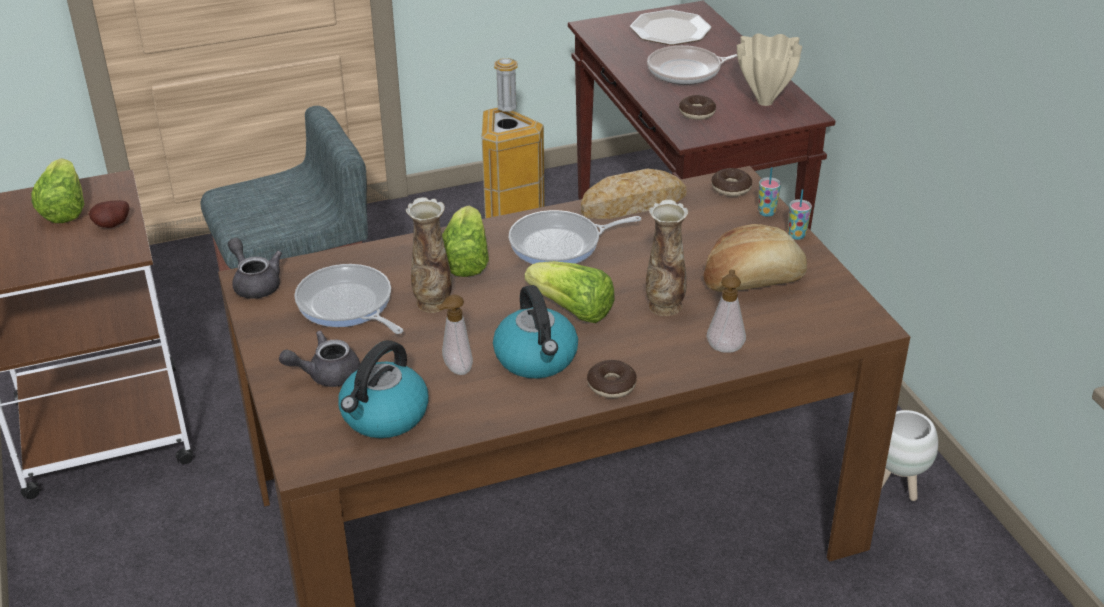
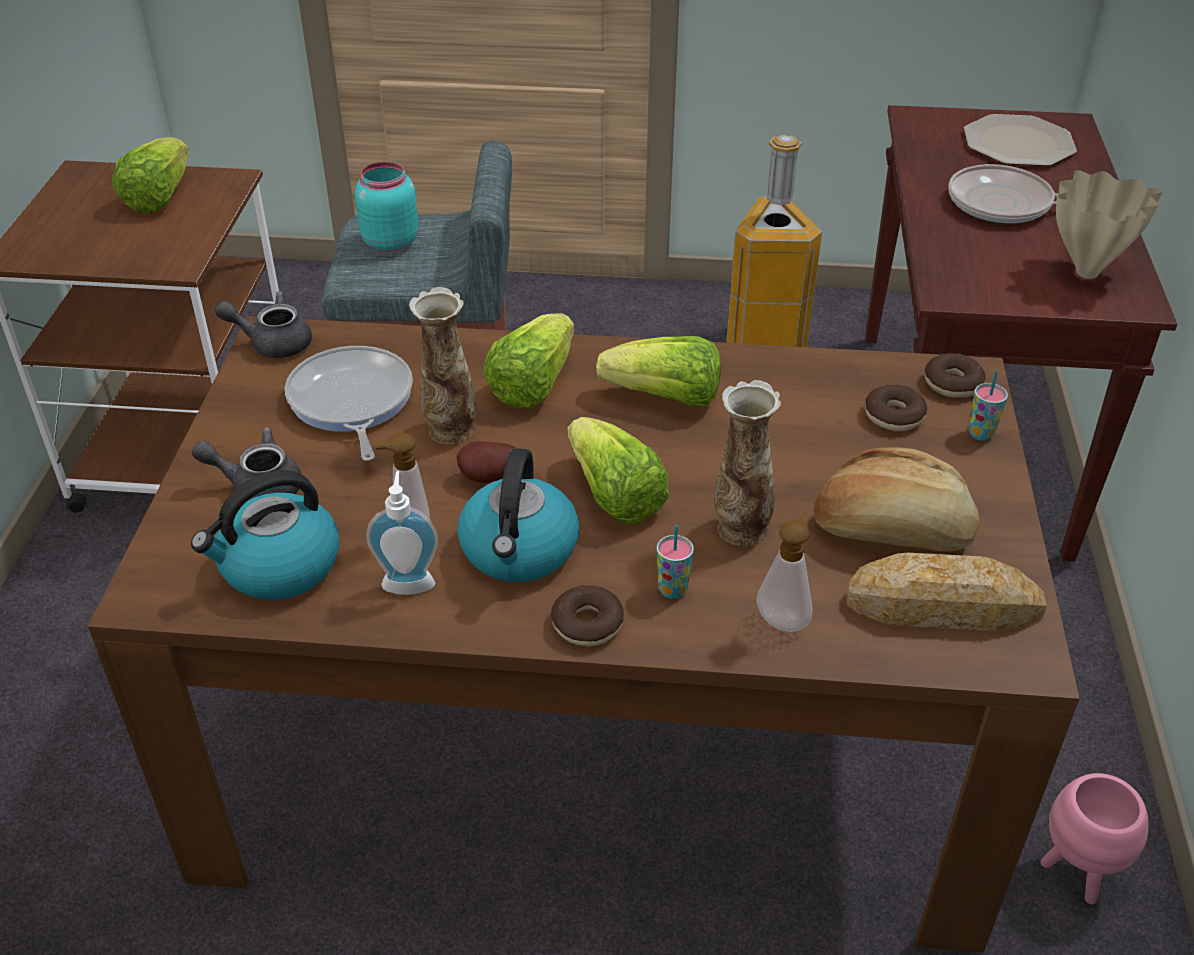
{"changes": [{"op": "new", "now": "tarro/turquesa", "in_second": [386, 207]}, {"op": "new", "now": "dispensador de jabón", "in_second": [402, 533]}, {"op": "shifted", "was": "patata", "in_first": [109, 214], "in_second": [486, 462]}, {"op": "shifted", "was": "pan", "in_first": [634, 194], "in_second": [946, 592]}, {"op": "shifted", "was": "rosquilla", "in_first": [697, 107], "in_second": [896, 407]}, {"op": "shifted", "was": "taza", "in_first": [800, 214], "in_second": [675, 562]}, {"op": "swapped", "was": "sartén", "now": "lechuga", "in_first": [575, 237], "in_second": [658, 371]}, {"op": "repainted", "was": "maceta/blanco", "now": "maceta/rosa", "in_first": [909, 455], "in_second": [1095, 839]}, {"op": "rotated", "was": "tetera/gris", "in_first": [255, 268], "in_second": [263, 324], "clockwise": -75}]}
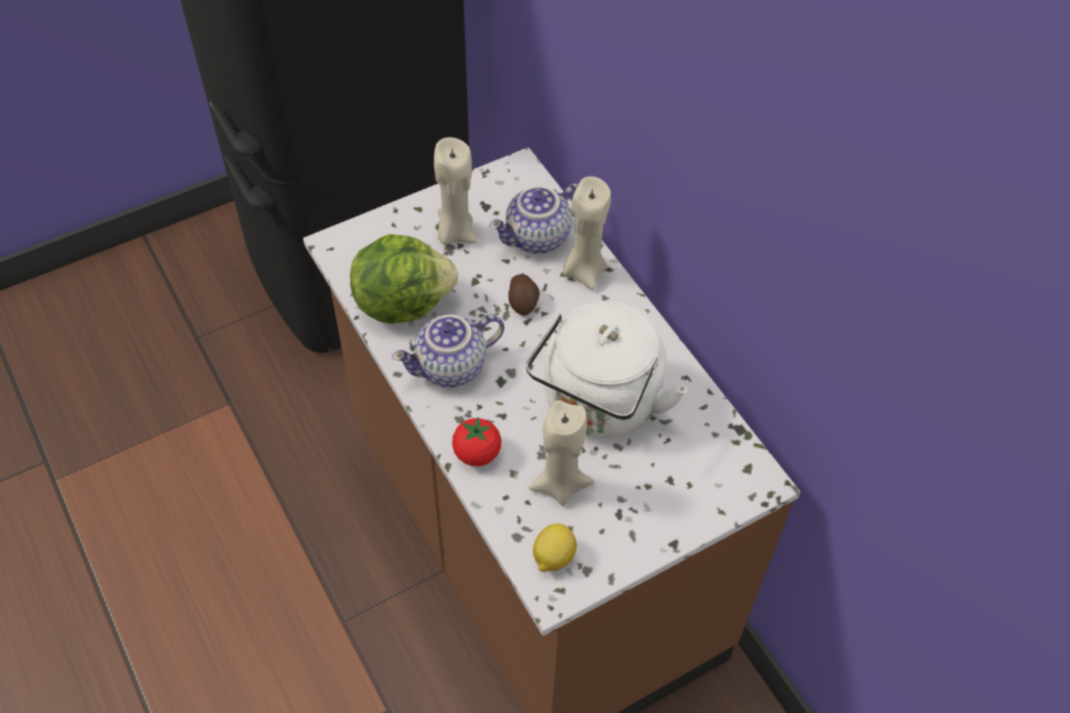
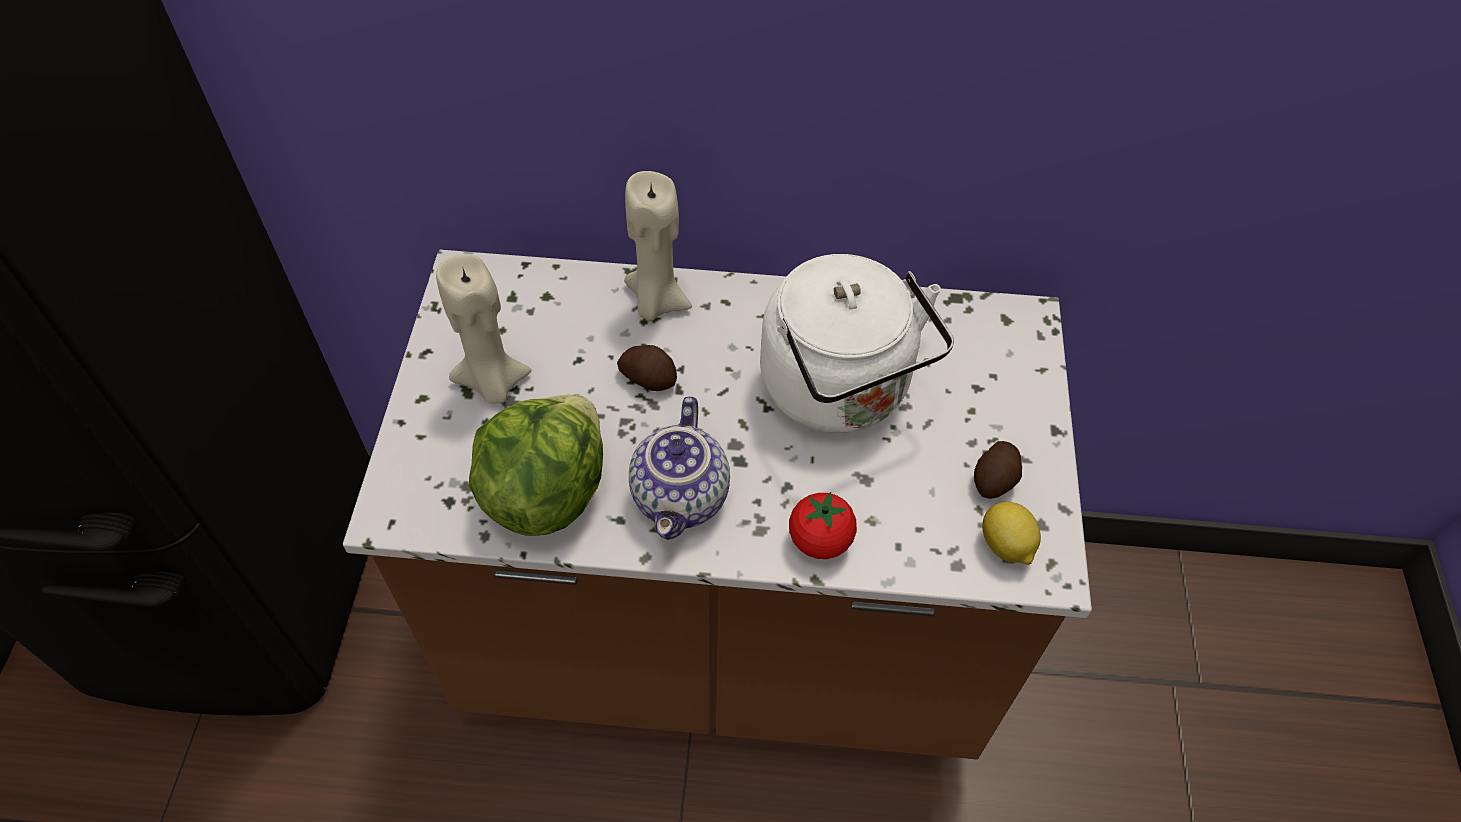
{"changes": [{"op": "gone", "was": "tetera", "in_first": [533, 218]}, {"op": "gone", "was": "vela/beis", "in_first": [561, 453]}, {"op": "new", "now": "patata", "in_second": [998, 470]}]}
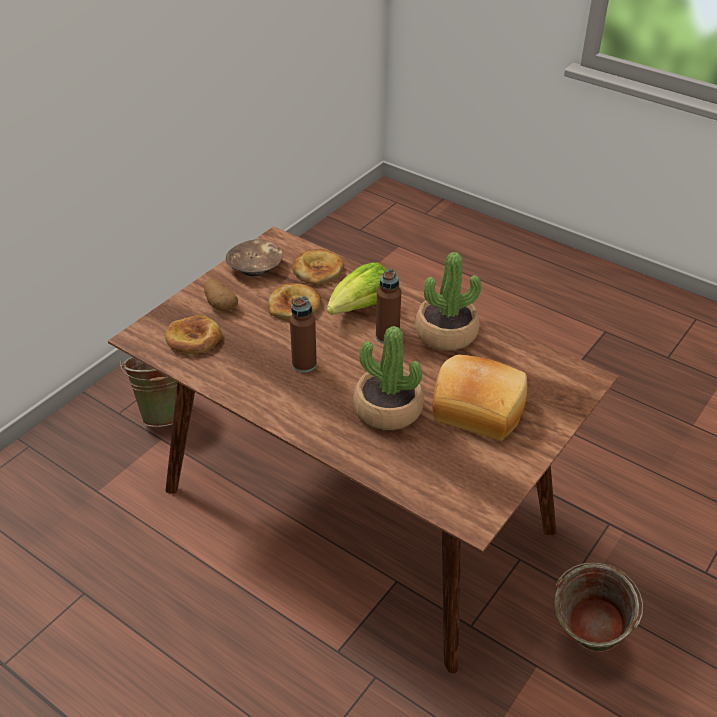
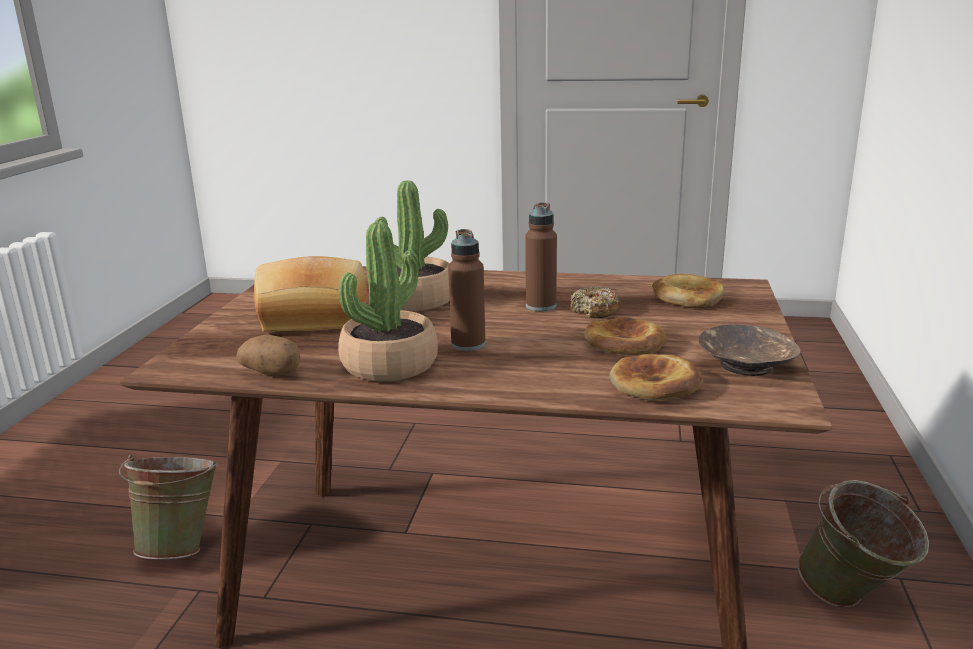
{"changes": [{"op": "gone", "was": "lechuga", "in_first": [357, 288]}, {"op": "new", "now": "rosquilla", "in_second": [595, 302]}, {"op": "shifted", "was": "patata", "in_first": [221, 295], "in_second": [268, 355]}]}
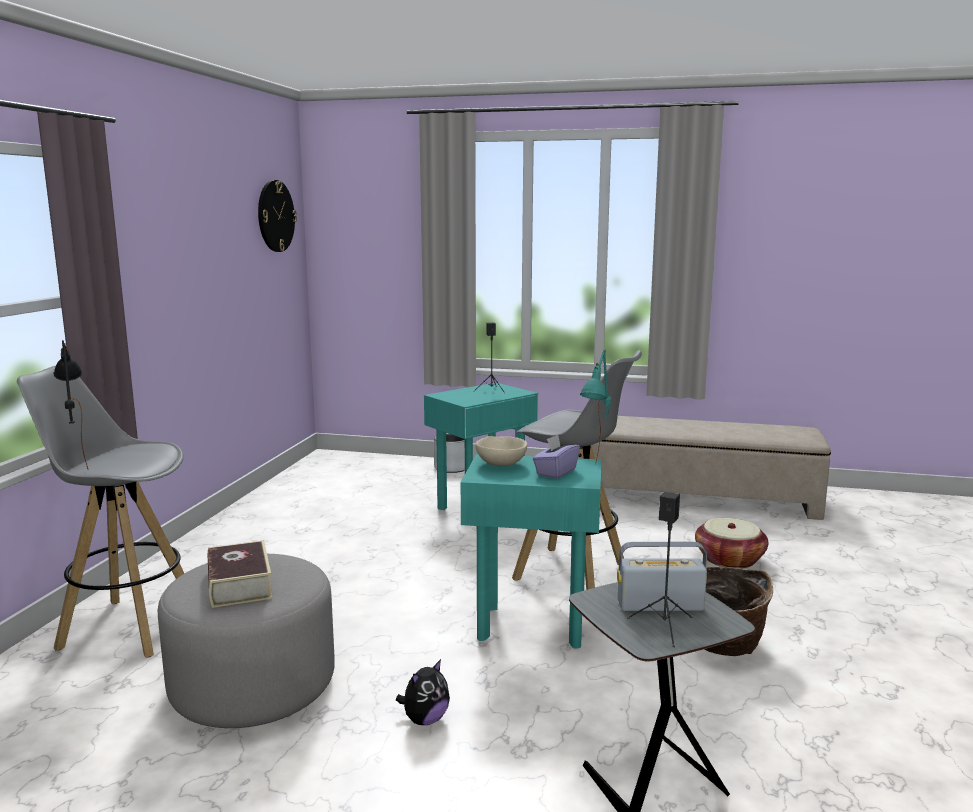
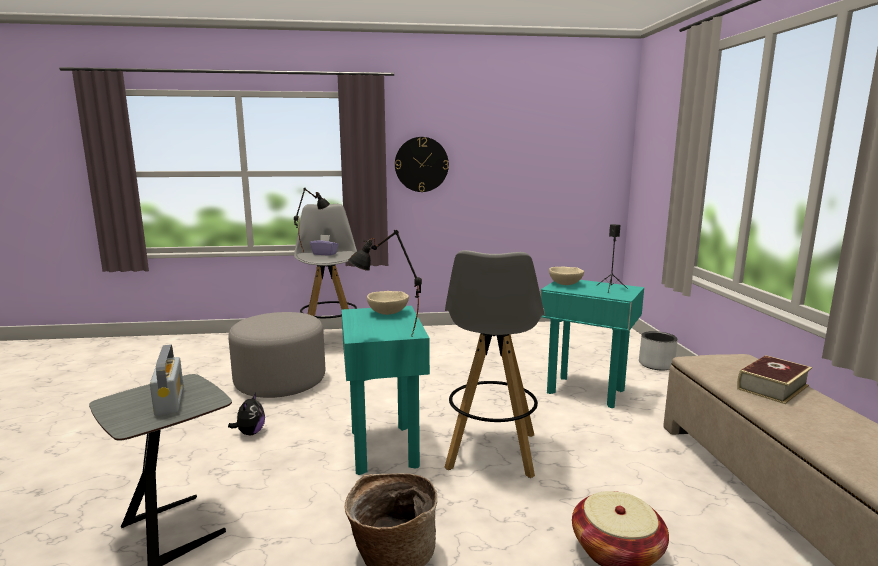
{"changes": [{"op": "gone", "was": "altavoz/negro", "in_first": [659, 569]}, {"op": "new", "now": "cuenco/beis", "in_second": [566, 276]}, {"op": "shifted", "was": "libro", "in_first": [240, 574], "in_second": [774, 379]}, {"op": "shifted", "was": "reloj de pared", "in_first": [277, 216], "in_second": [422, 164]}, {"op": "shifted", "was": "caja de pañuelos/morado", "in_first": [556, 456], "in_second": [324, 245]}, {"op": "repainted", "was": "lámpara de mesa/turquesa", "now": "lámpara de mesa/negro", "in_first": [596, 406], "in_second": [385, 283]}, {"op": "rotated", "was": "peluche", "in_first": [423, 692], "in_second": [246, 414], "clockwise": -105}]}
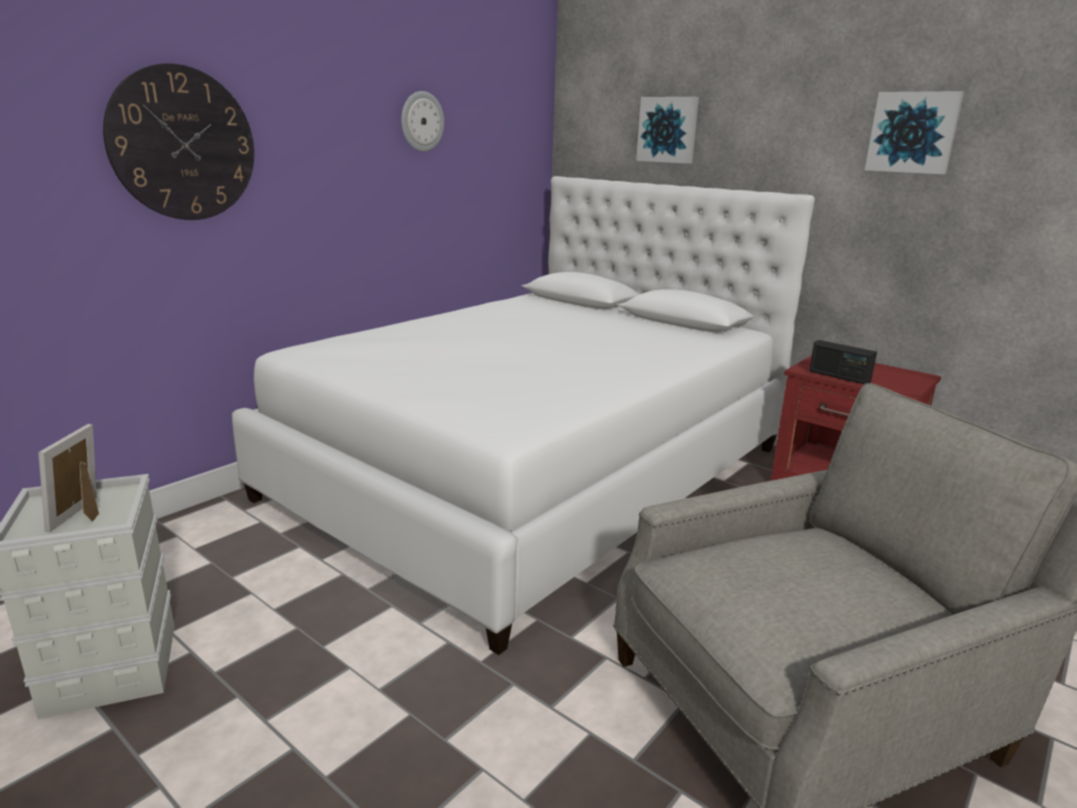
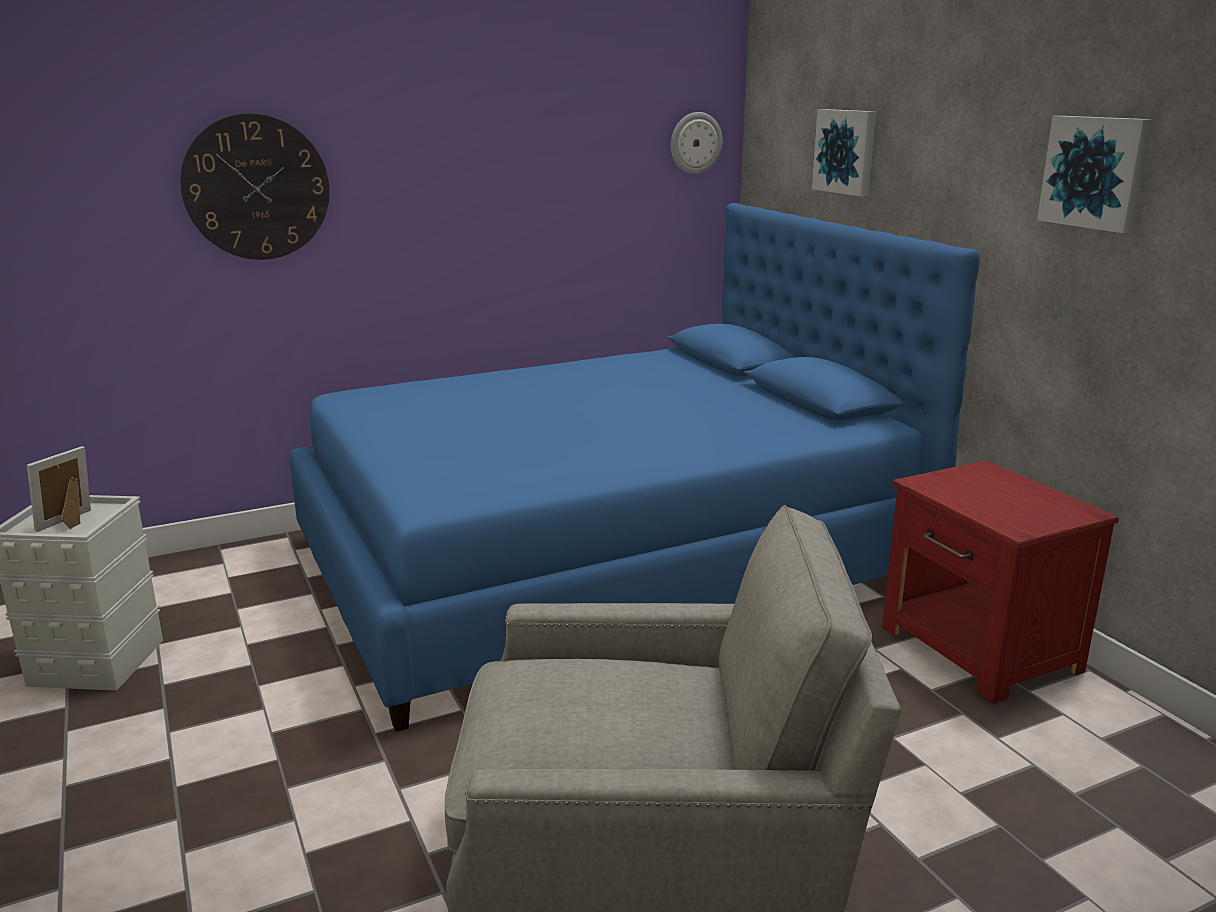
{"changes": [{"op": "gone", "was": "radio", "in_first": [843, 362]}, {"op": "shifted", "was": "reloj de pared", "in_first": [422, 121], "in_second": [696, 143]}, {"op": "repainted", "was": "cama/blanco", "now": "cama/azul", "in_first": [523, 415], "in_second": [635, 467]}]}
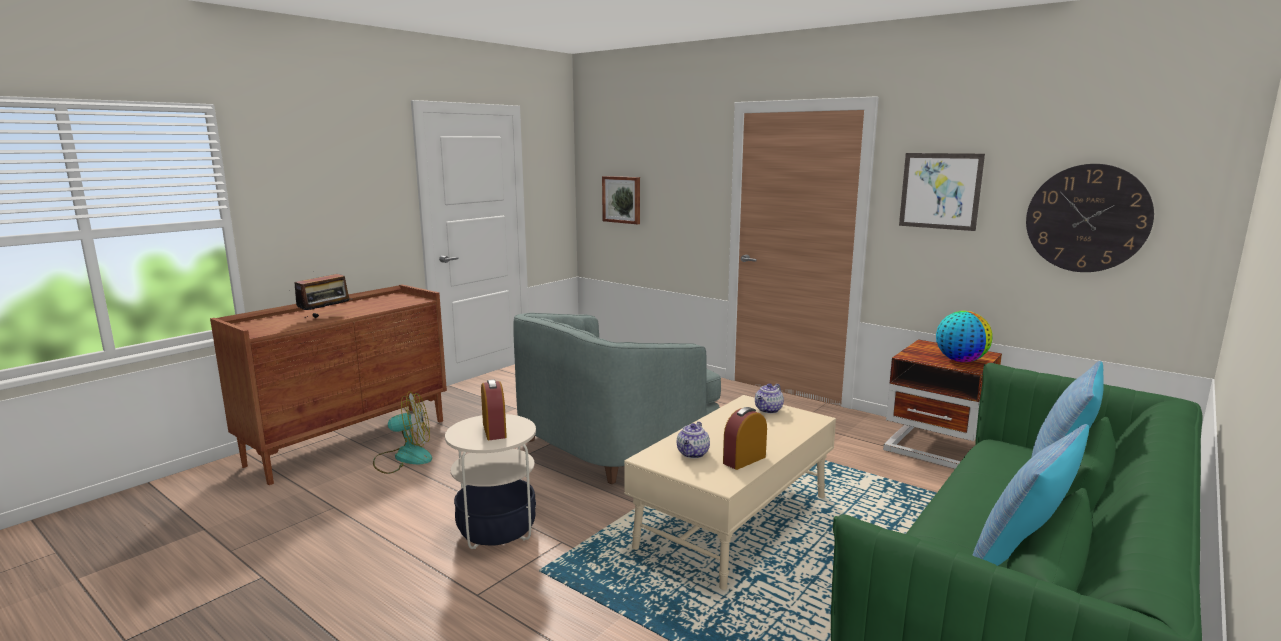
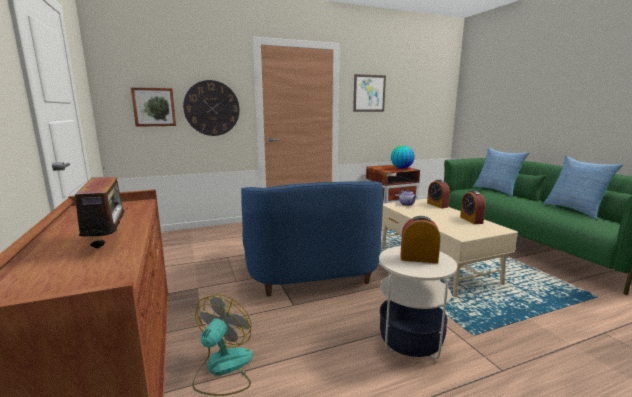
{"changes": [{"op": "gone", "was": "tetera", "in_first": [693, 440]}, {"op": "new", "now": "despertador", "in_second": [438, 194]}, {"op": "shifted", "was": "reloj de pared", "in_first": [1090, 218], "in_second": [211, 108]}, {"op": "repainted", "was": "sillón/gris", "now": "sillón/azul", "in_first": [617, 398], "in_second": [312, 238]}]}
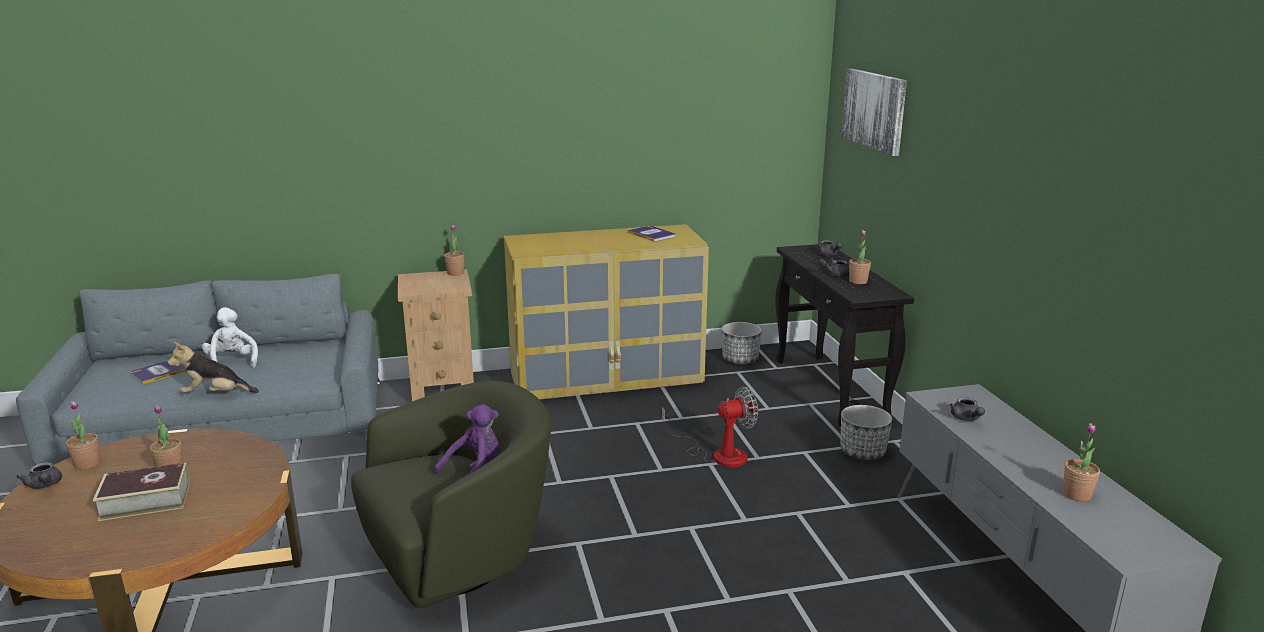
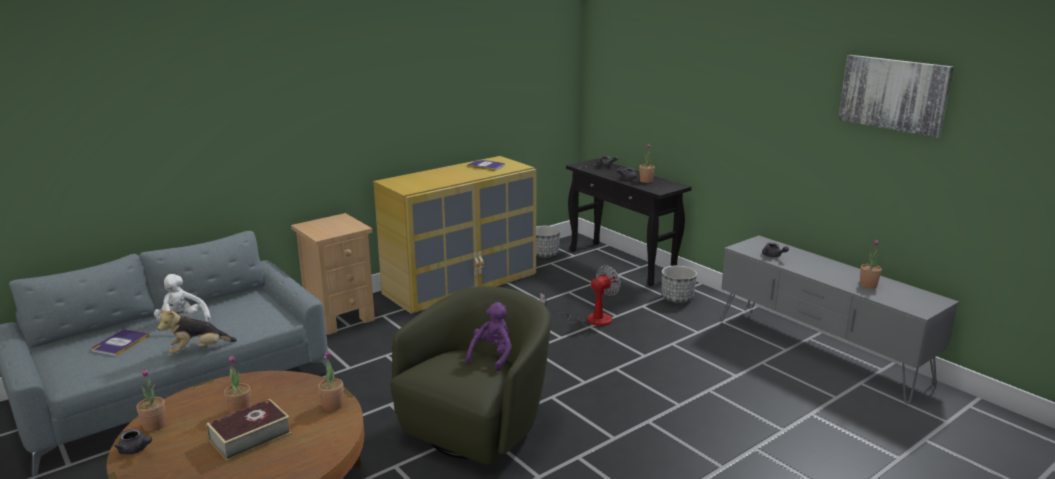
{"changes": [{"op": "shifted", "was": "planta en maceta", "in_first": [454, 250], "in_second": [330, 380]}, {"op": "shifted", "was": "cuadro", "in_first": [874, 112], "in_second": [896, 96]}]}
